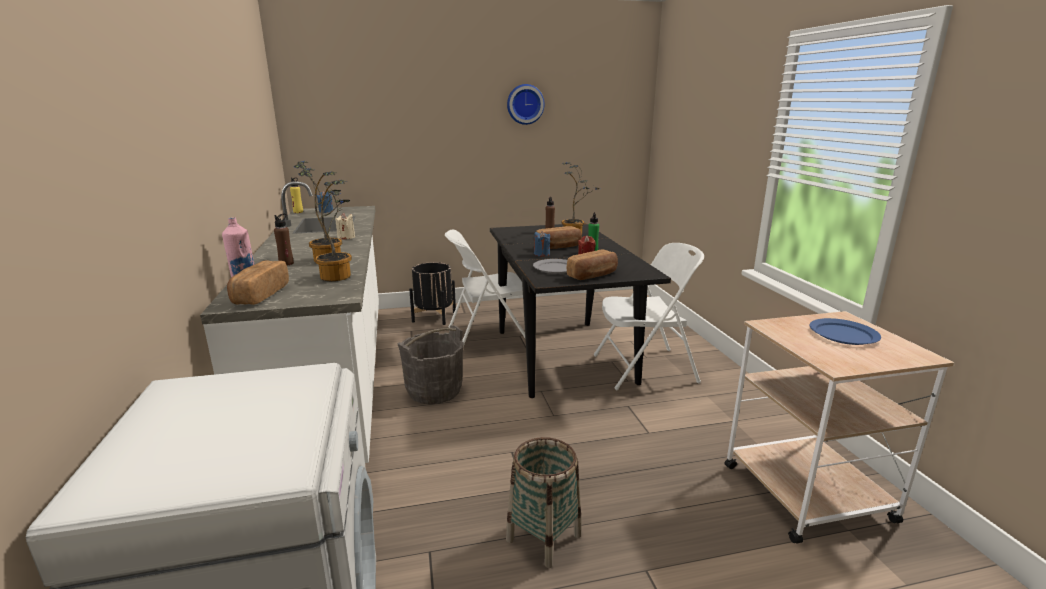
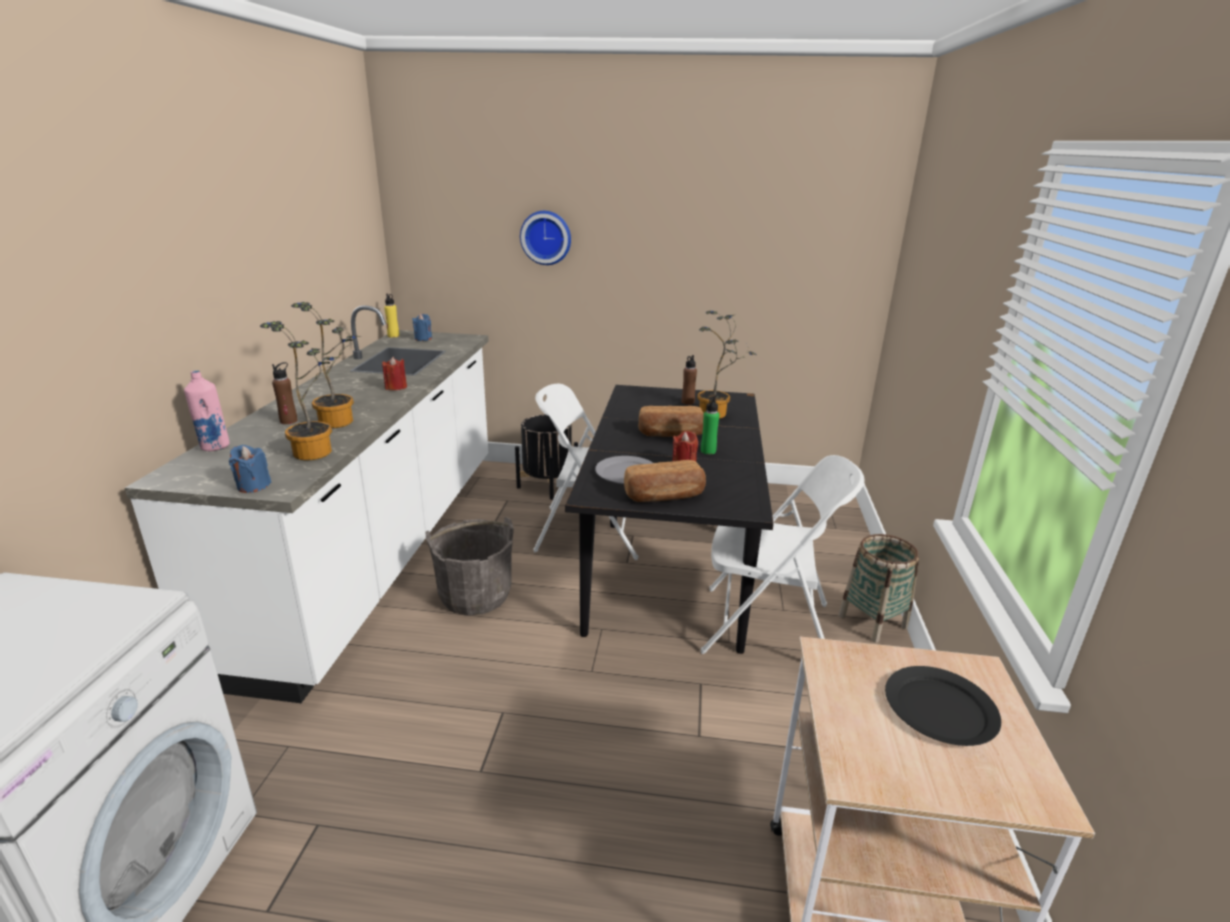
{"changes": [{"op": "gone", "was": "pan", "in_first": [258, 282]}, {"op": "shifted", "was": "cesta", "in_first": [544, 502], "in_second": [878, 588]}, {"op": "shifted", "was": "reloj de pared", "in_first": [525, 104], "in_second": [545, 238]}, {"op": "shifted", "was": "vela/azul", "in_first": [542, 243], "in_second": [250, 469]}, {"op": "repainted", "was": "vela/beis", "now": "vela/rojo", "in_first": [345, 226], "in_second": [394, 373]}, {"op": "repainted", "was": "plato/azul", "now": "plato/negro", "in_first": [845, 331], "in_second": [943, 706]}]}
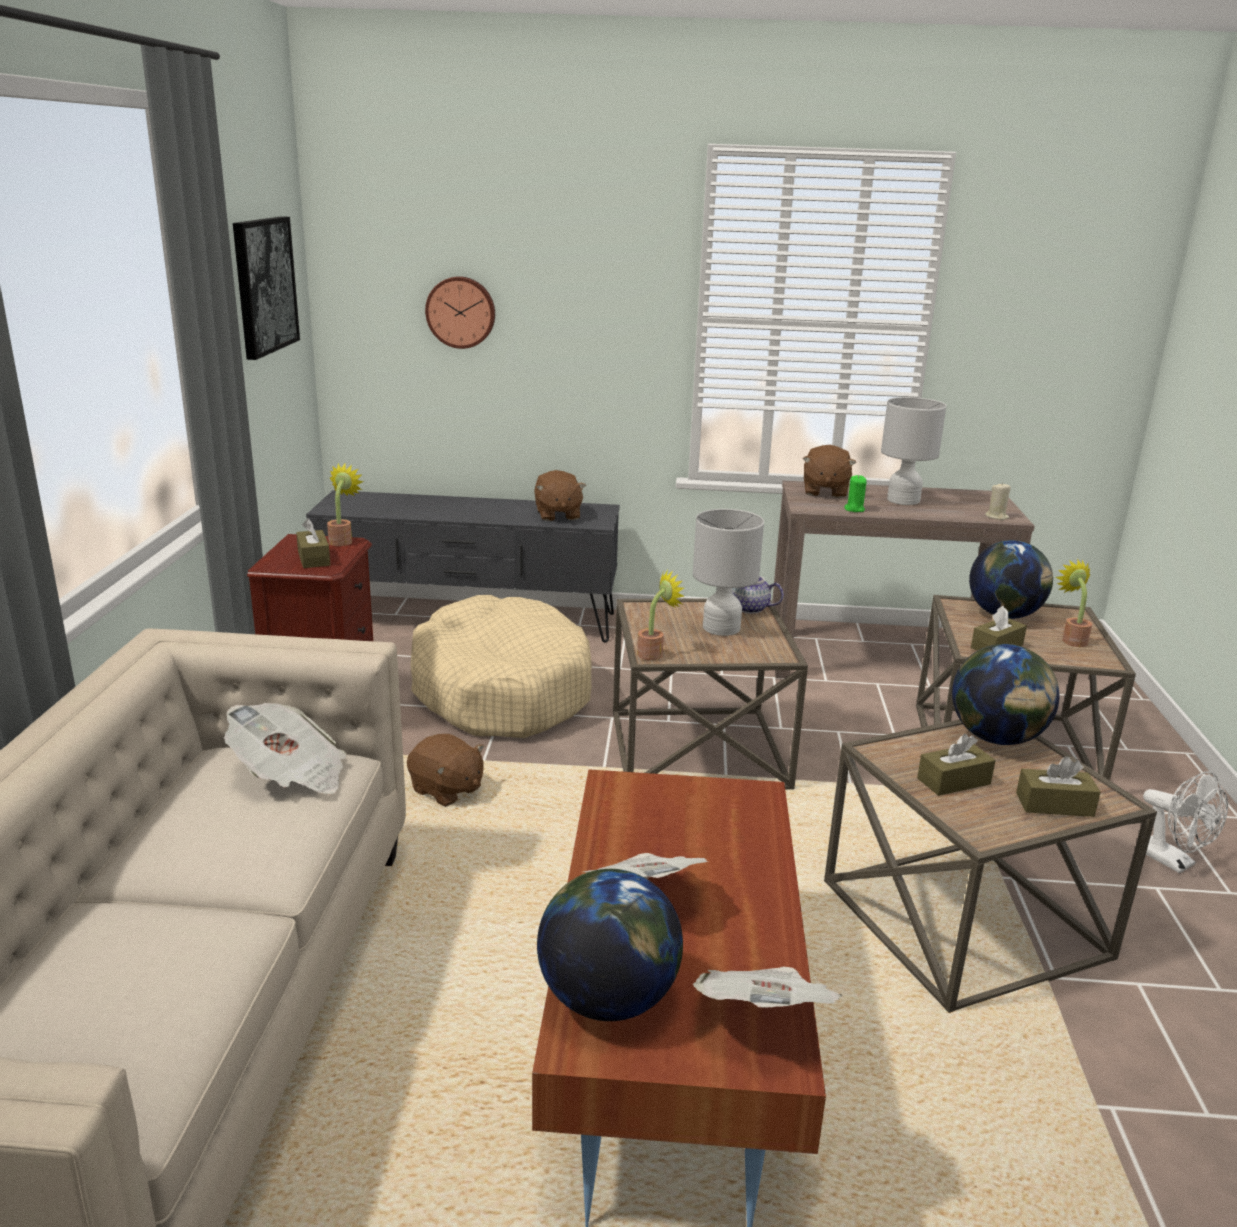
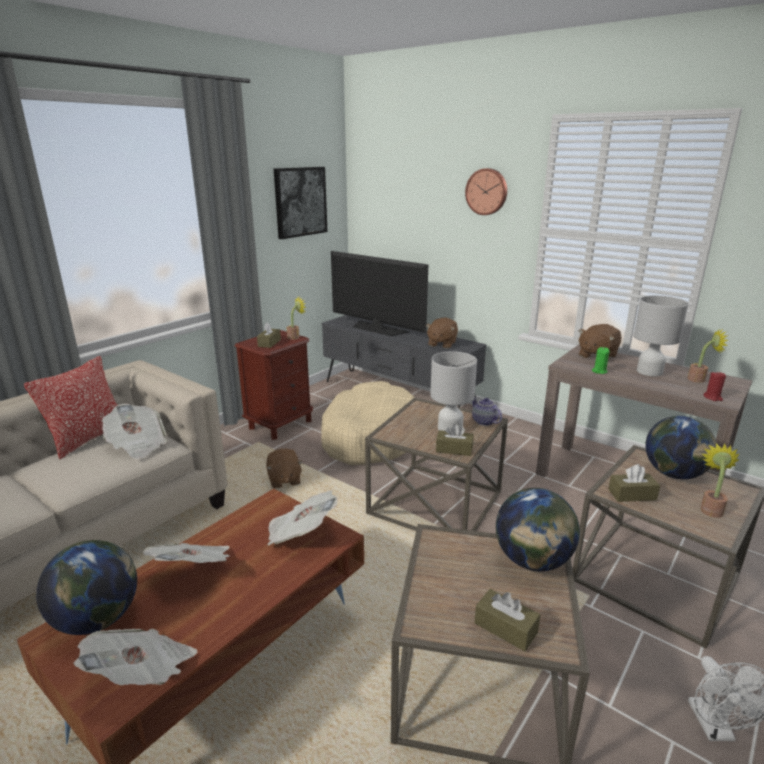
{"changes": [{"op": "new", "now": "cojín", "in_second": [70, 407]}, {"op": "new", "now": "periódico", "in_second": [303, 518]}, {"op": "new", "now": "televisor", "in_second": [379, 293]}, {"op": "shifted", "was": "reloj de pared", "in_first": [460, 312], "in_second": [486, 191]}, {"op": "shifted", "was": "planta en maceta", "in_first": [660, 615], "in_second": [707, 356]}, {"op": "shifted", "was": "caja de pañuelos/marrón", "in_first": [956, 765], "in_second": [454, 440]}, {"op": "repainted", "was": "vela/beis", "now": "vela/rojo", "in_first": [998, 501], "in_second": [715, 386]}]}
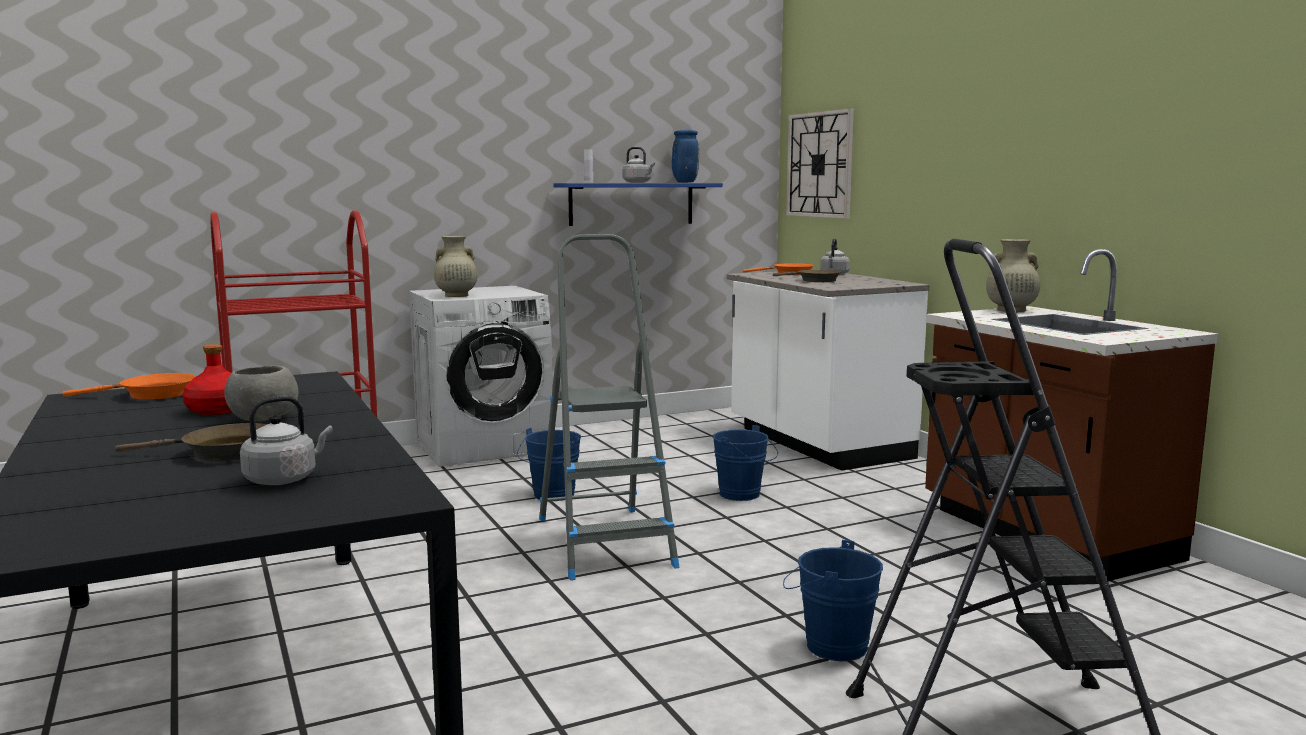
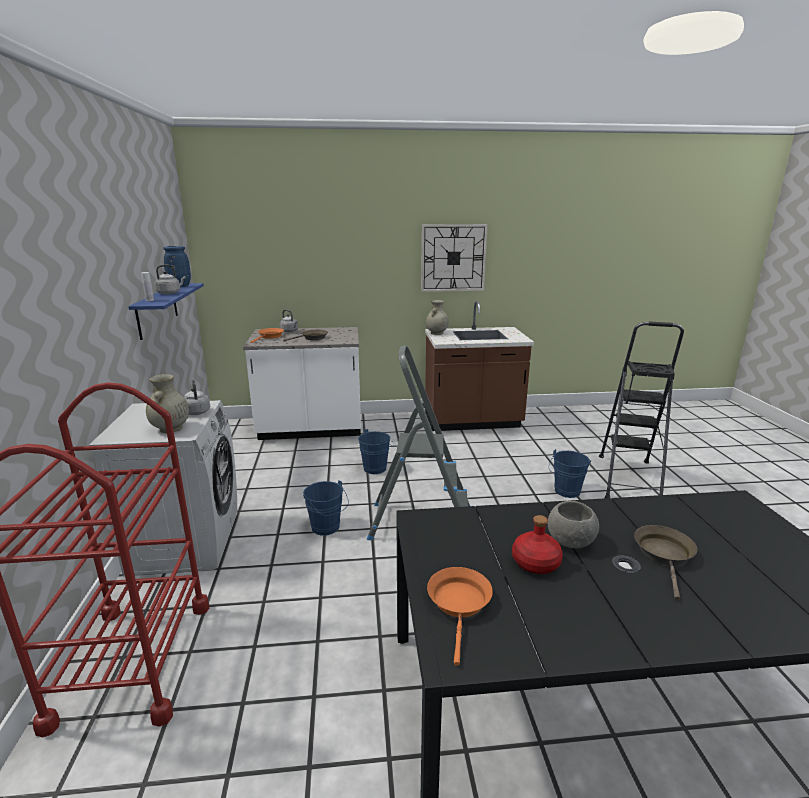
{"changes": [{"op": "shifted", "was": "hervidor/gris", "in_first": [286, 440], "in_second": [197, 397]}, {"op": "shifted", "was": "reloj de pared", "in_first": [820, 163], "in_second": [454, 258]}]}
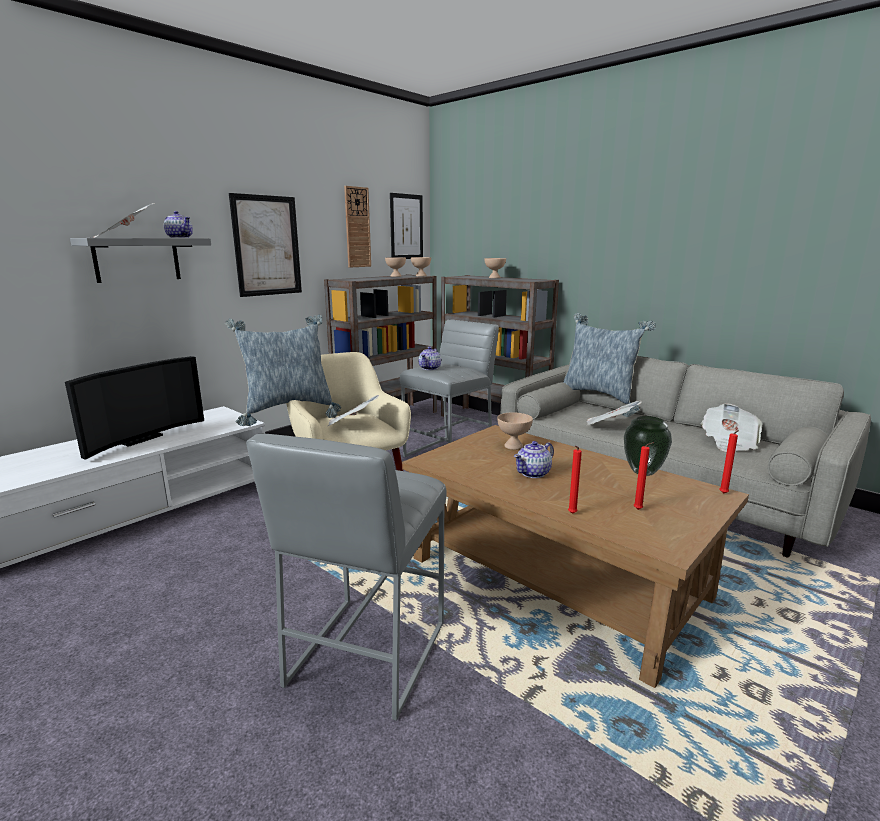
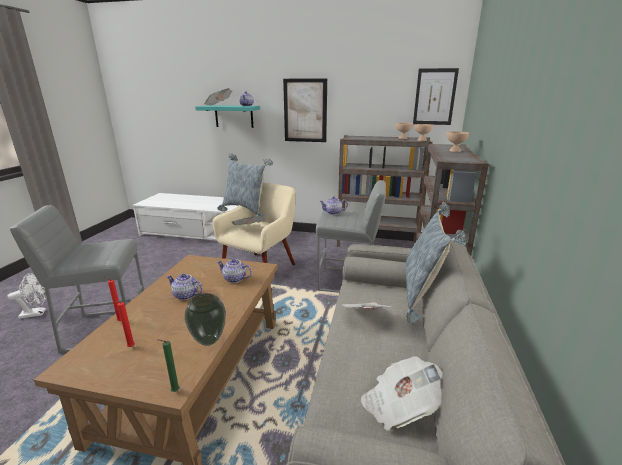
{"changes": [{"op": "gone", "was": "televisor", "in_first": [134, 408]}, {"op": "gone", "was": "reloj de pared", "in_first": [357, 227]}, {"op": "new", "now": "ventilador/blanco", "in_second": [27, 296]}, {"op": "swapped", "was": "cuenco/beis", "now": "tetera", "in_first": [515, 431], "in_second": [234, 271]}, {"op": "repainted", "was": "estante/gris", "now": "estante/turquesa", "in_first": [140, 260], "in_second": [227, 116]}, {"op": "repainted", "was": "vela/rojo", "now": "vela/verde", "in_first": [729, 462], "in_second": [168, 365]}]}
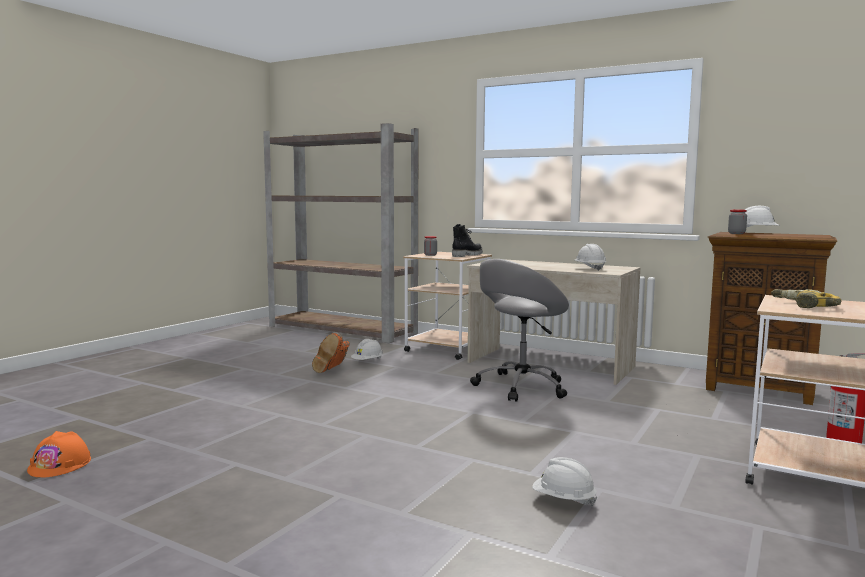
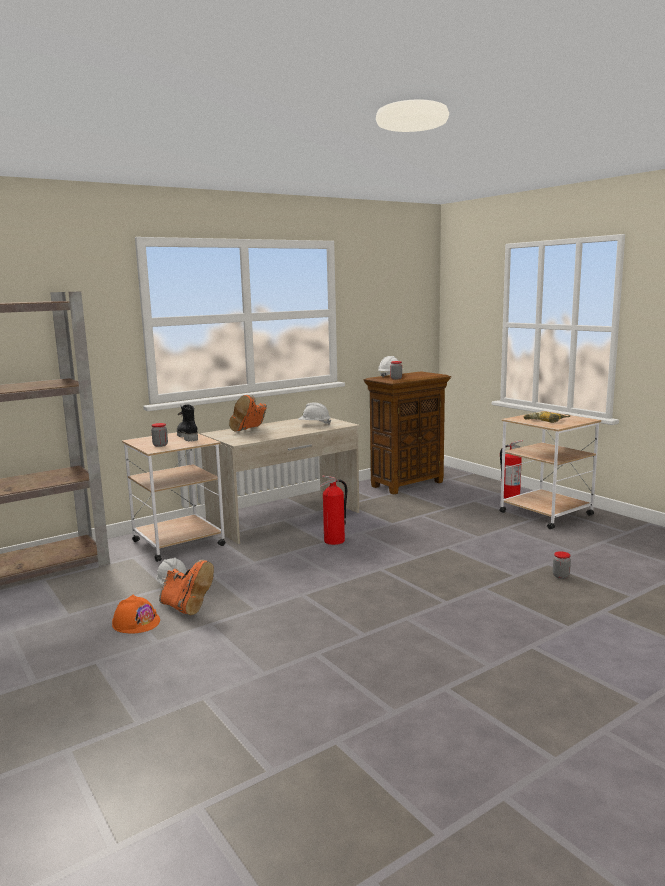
{"changes": [{"op": "new", "now": "bota/naranja", "in_second": [248, 413]}, {"op": "shifted", "was": "casco/naranja", "in_first": [59, 454], "in_second": [136, 614]}, {"op": "swapped", "was": "silla de oficina/gris", "now": "extintor", "in_first": [519, 330], "in_second": [333, 510]}, {"op": "swapped", "was": "casco/blanco", "now": "tarro", "in_first": [565, 481], "in_second": [562, 565]}]}
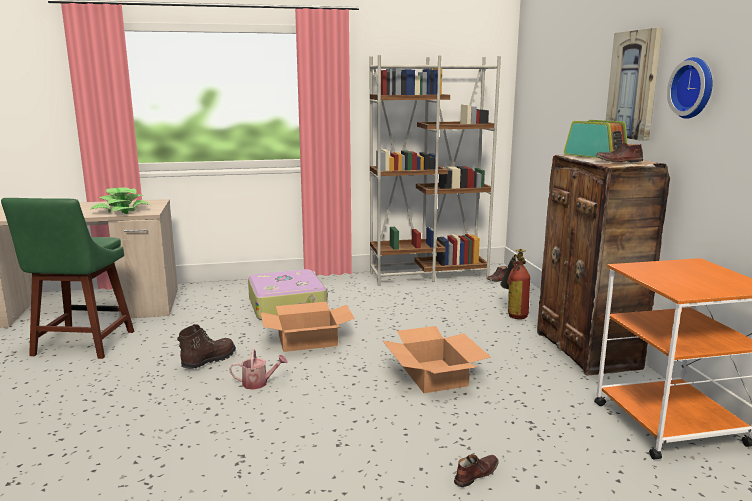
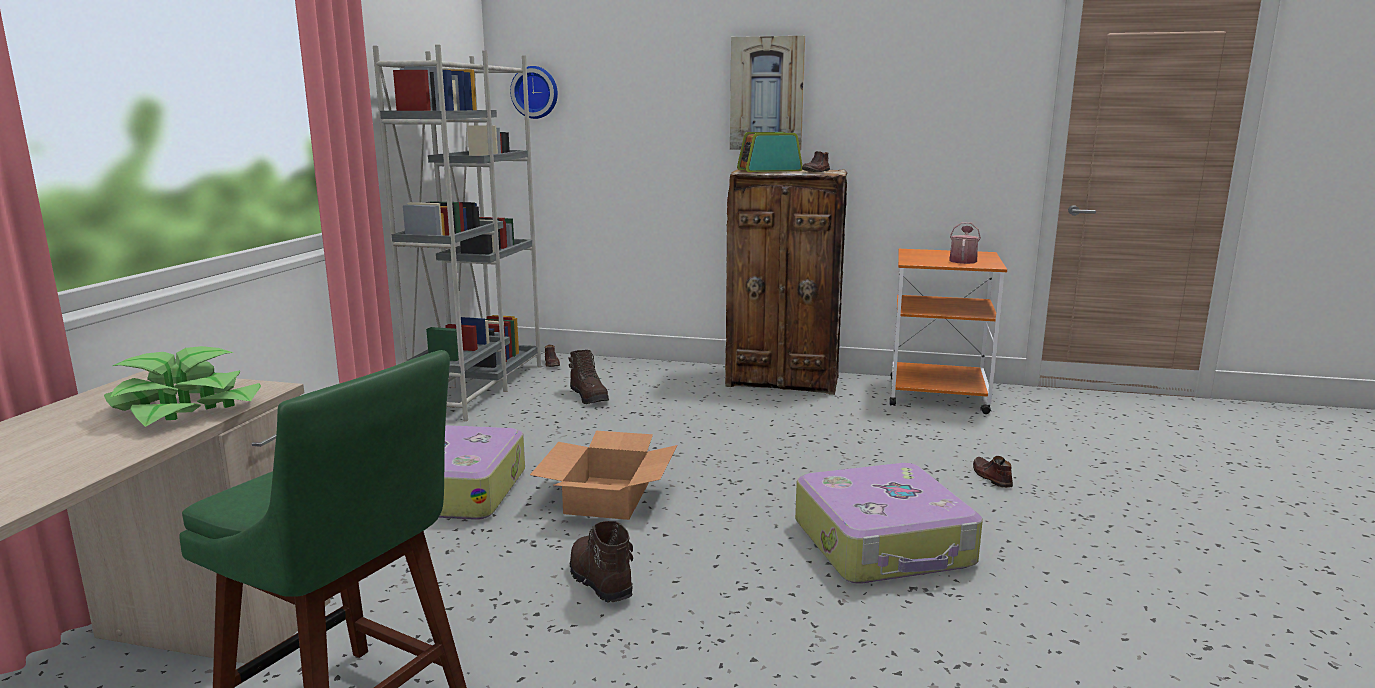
{"changes": [{"op": "gone", "was": "caja de cartón", "in_first": [436, 359]}, {"op": "gone", "was": "extintor", "in_first": [515, 284]}, {"op": "new", "now": "bota/marrón", "in_second": [588, 377]}, {"op": "new", "now": "maleta", "in_second": [889, 523]}, {"op": "shifted", "was": "regadera", "in_first": [258, 369], "in_second": [965, 243]}, {"op": "shifted", "was": "reloj de pared", "in_first": [690, 88], "in_second": [534, 92]}, {"op": "repainted", "was": "estantería/marrón", "now": "estantería/gris", "in_first": [435, 170], "in_second": [457, 233]}]}
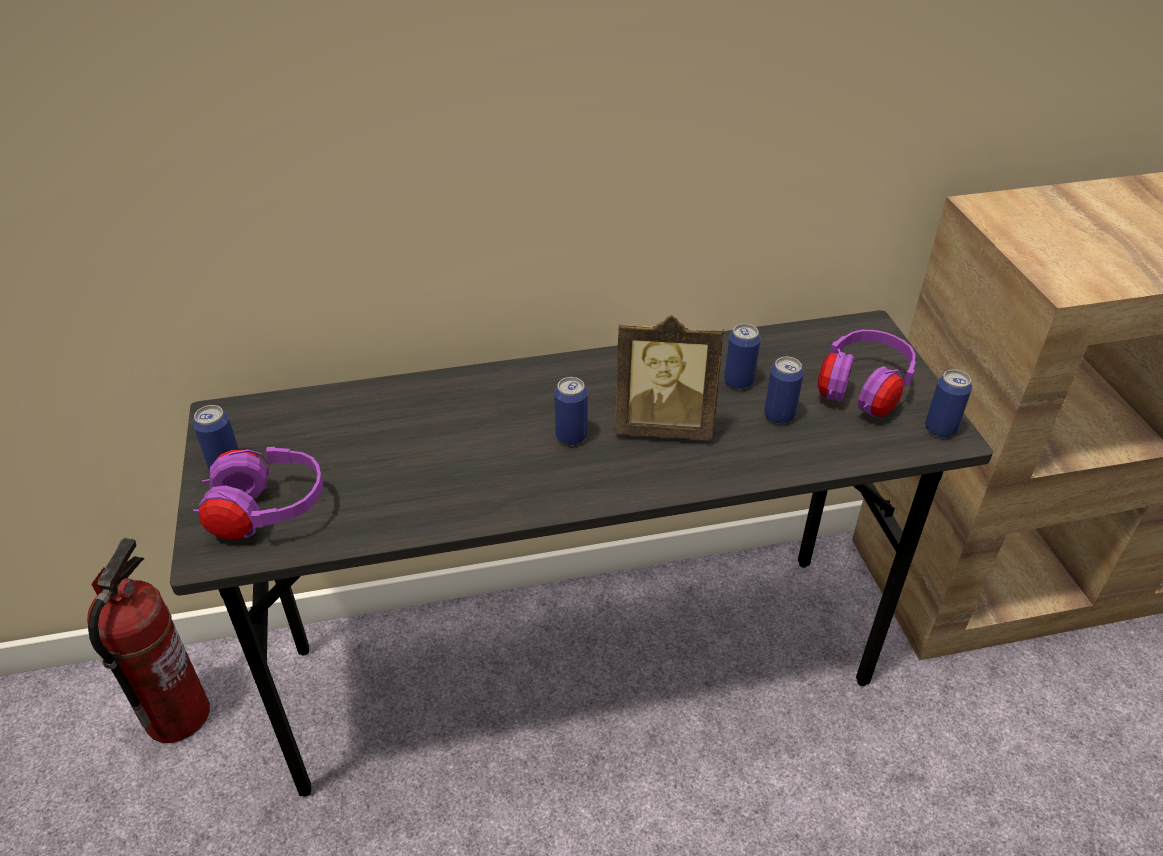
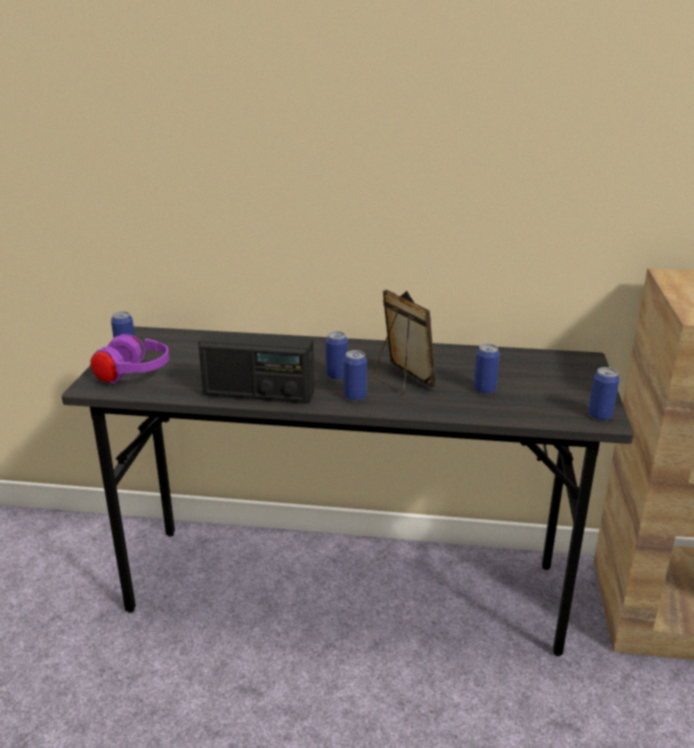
{"changes": [{"op": "gone", "was": "extintor", "in_first": [148, 640]}, {"op": "gone", "was": "auriculares/morado", "in_first": [867, 373]}, {"op": "new", "now": "radio", "in_second": [256, 367]}, {"op": "shifted", "was": "lata", "in_first": [742, 356], "in_second": [355, 375]}, {"op": "rotated", "was": "portarretratos", "in_first": [669, 377], "in_second": [404, 342], "clockwise": -150}]}
